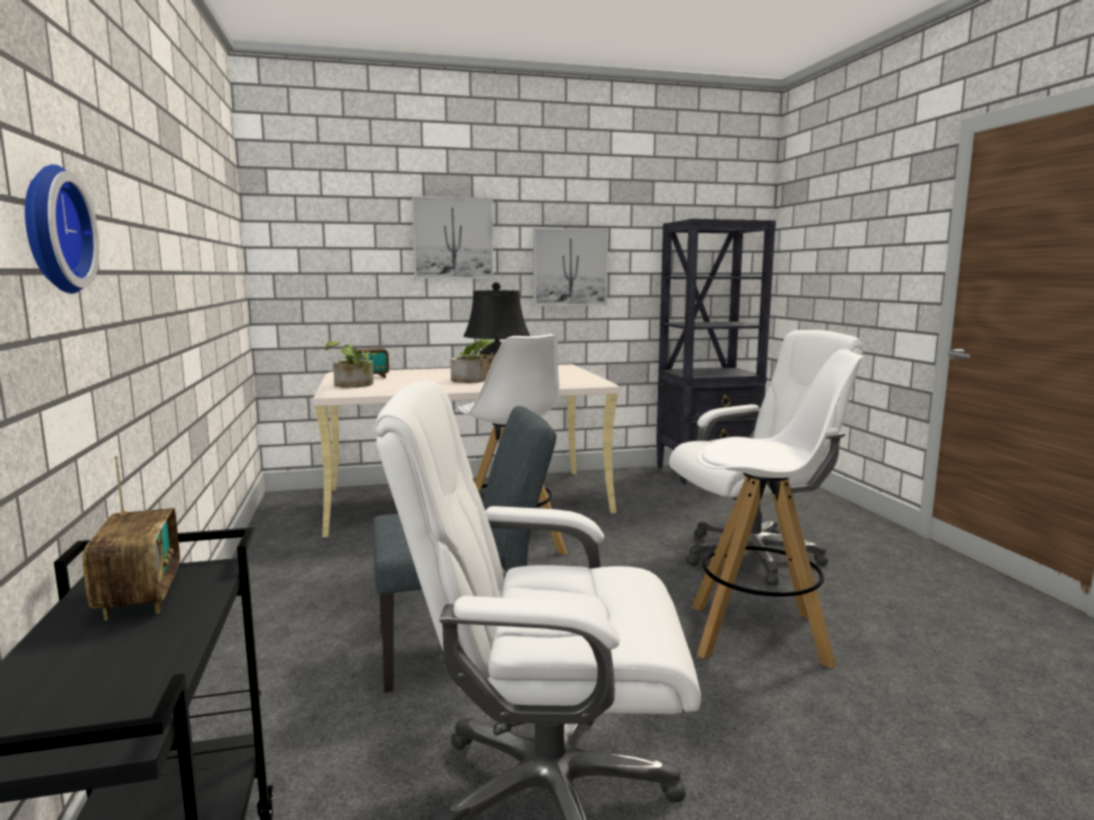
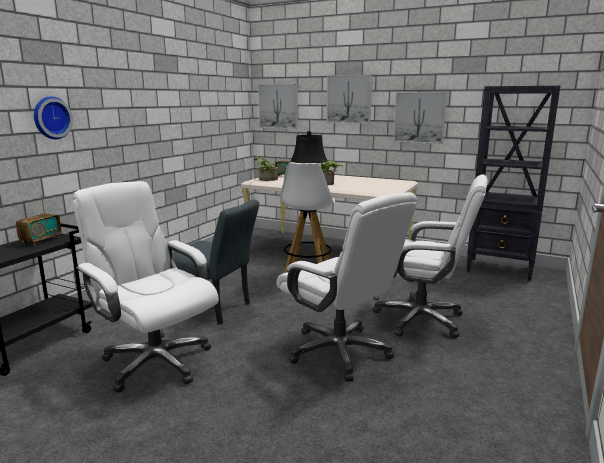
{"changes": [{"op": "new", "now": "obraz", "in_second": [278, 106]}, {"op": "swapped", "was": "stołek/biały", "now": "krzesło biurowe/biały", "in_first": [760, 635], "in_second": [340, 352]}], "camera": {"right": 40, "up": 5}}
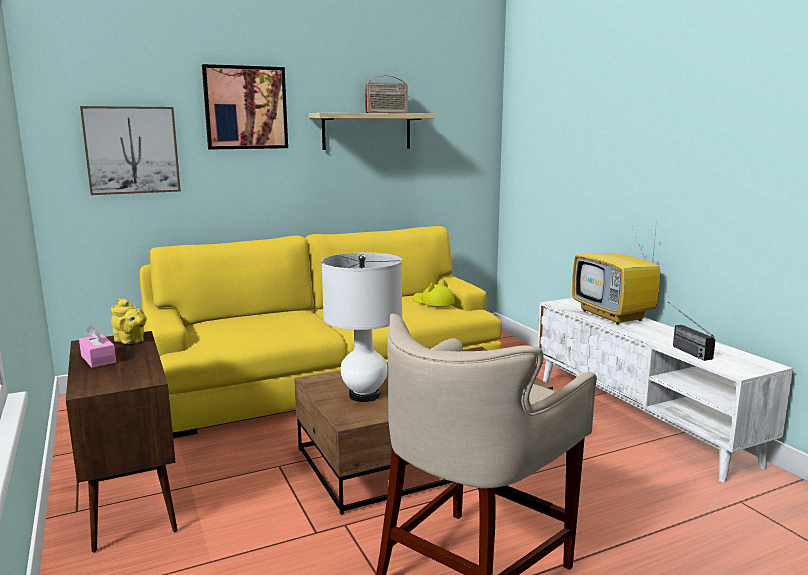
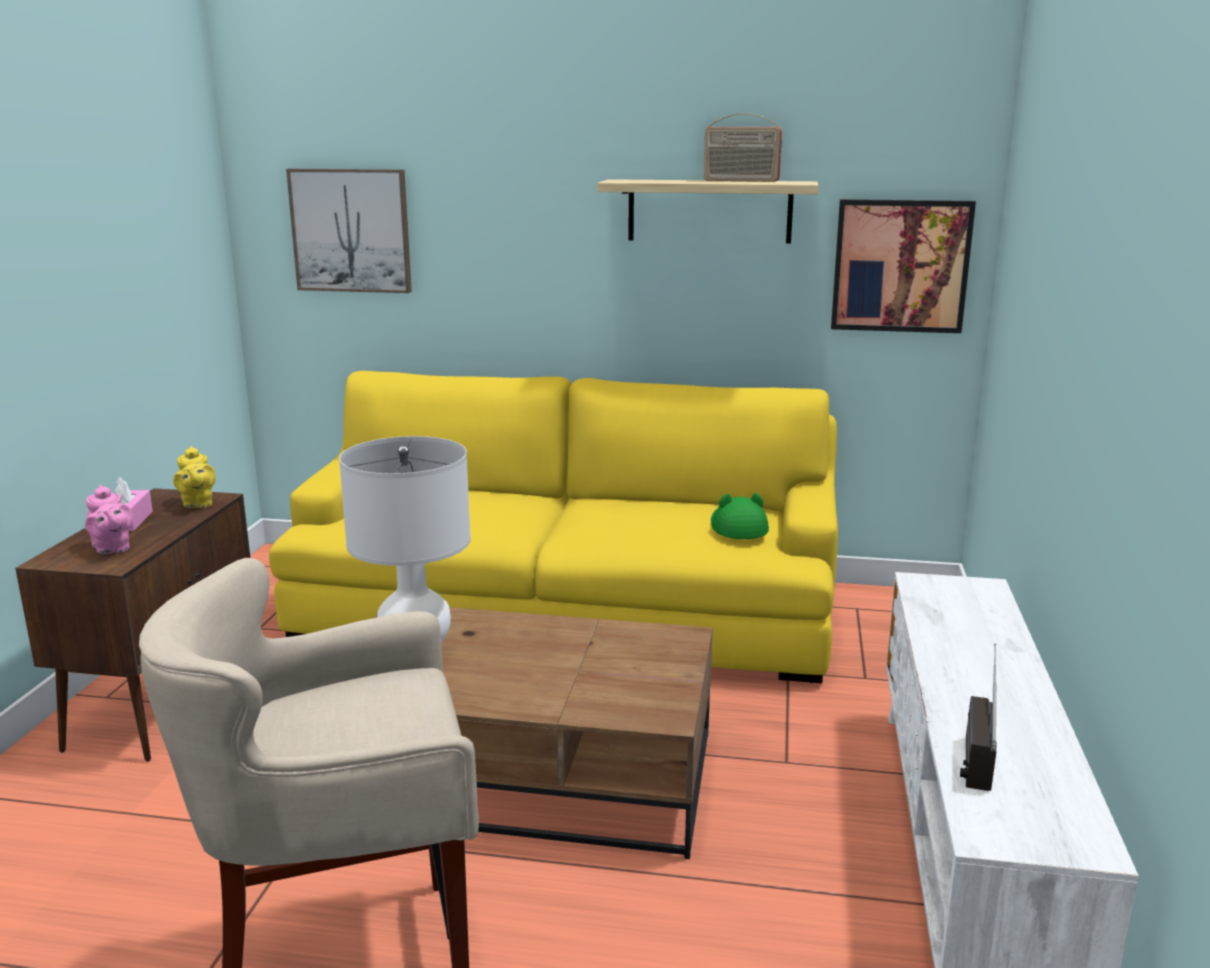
{"changes": [{"op": "gone", "was": "telewizor", "in_first": [614, 316]}, {"op": "new", "now": "imbryk/różowy", "in_second": [112, 548]}, {"op": "shifted", "was": "obraz", "in_first": [245, 108], "in_second": [900, 266]}, {"op": "repainted", "was": "kapelusz/żółty", "now": "kapelusz/zielony", "in_first": [433, 302], "in_second": [737, 526]}], "camera": {"right": 35, "up": 5}}
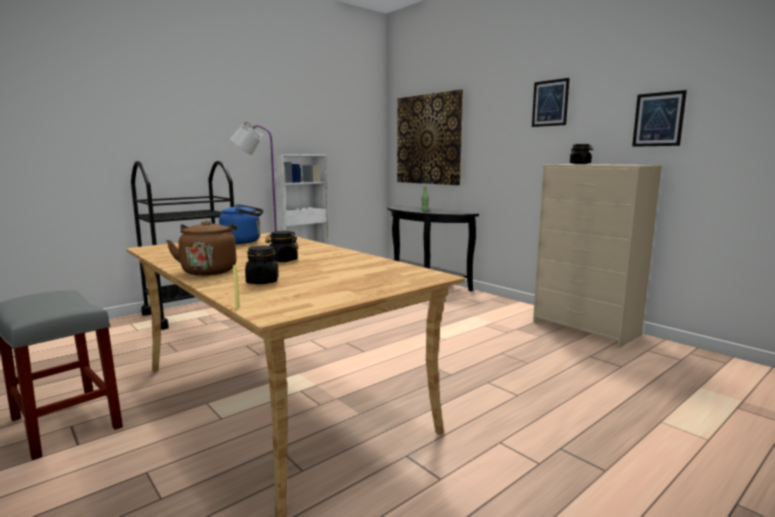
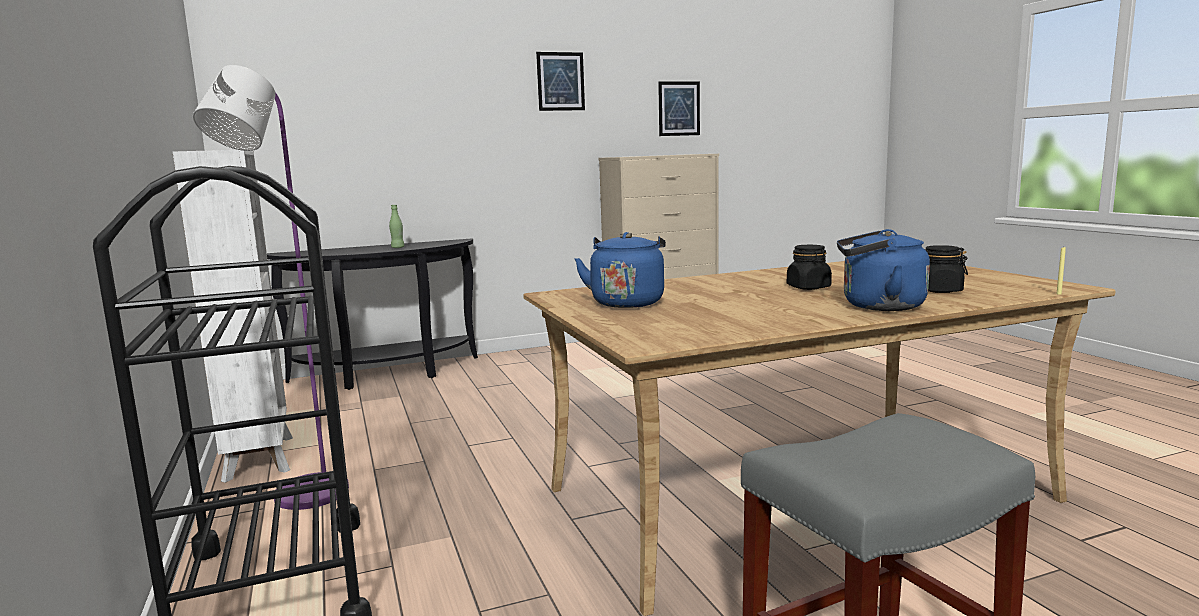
{"changes": [{"op": "gone", "was": "obraz", "in_first": [428, 139]}, {"op": "gone", "was": "słoik/czarny", "in_first": [580, 164]}, {"op": "repainted", "was": "czajnik/brązowy", "now": "czajnik/niebieski", "in_first": [209, 271], "in_second": [877, 306]}], "camera": {"right": -70, "up": 0}}
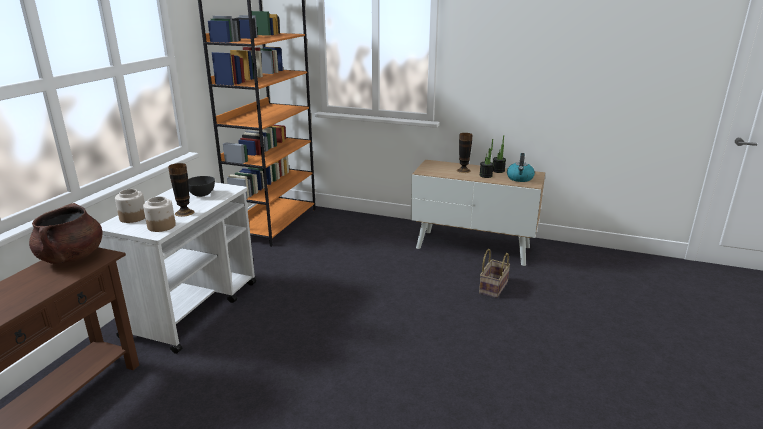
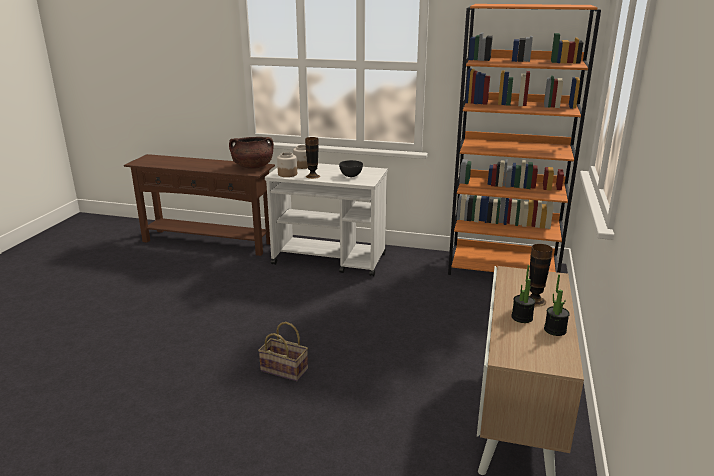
{"changes": [{"op": "gone", "was": "czajnik", "in_first": [520, 178]}, {"op": "shifted", "was": "koszyk", "in_first": [493, 287], "in_second": [285, 369]}], "camera": {"right": 85, "up": 0}}
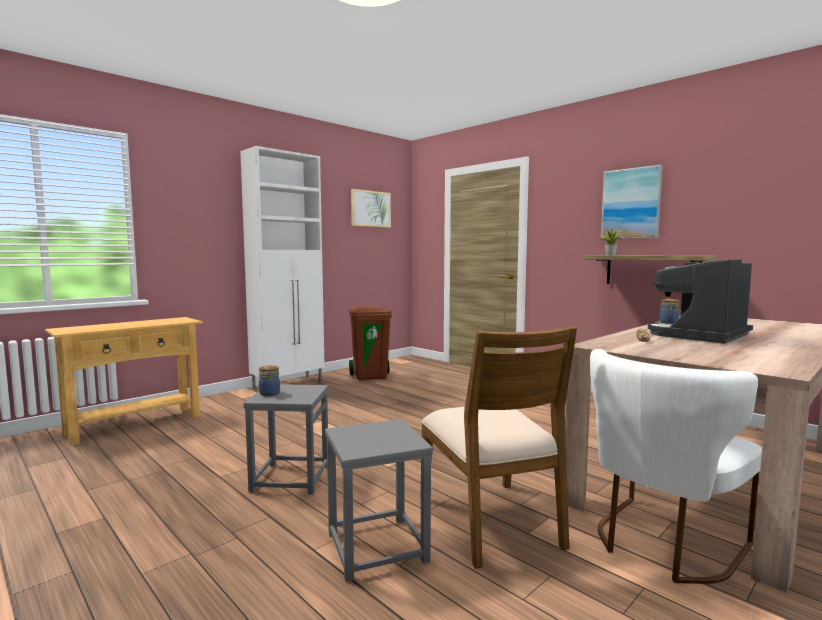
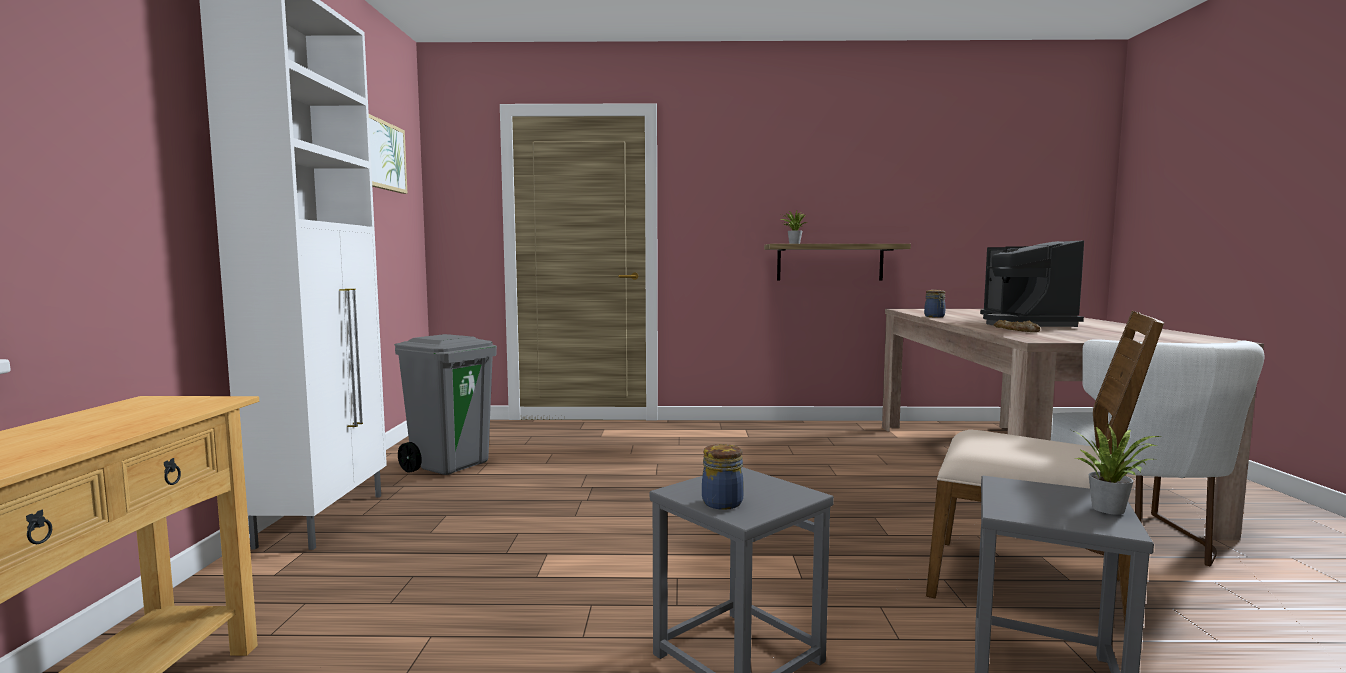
{"changes": [{"op": "gone", "was": "obraz", "in_first": [631, 203]}, {"op": "new", "now": "roślina doniczkowa", "in_second": [1111, 508]}, {"op": "repainted", "was": "kosz na śmieci/brązowy", "now": "kosz na śmieci/szary", "in_first": [370, 376], "in_second": [450, 465]}], "camera": {"right": -45, "up": 0}}
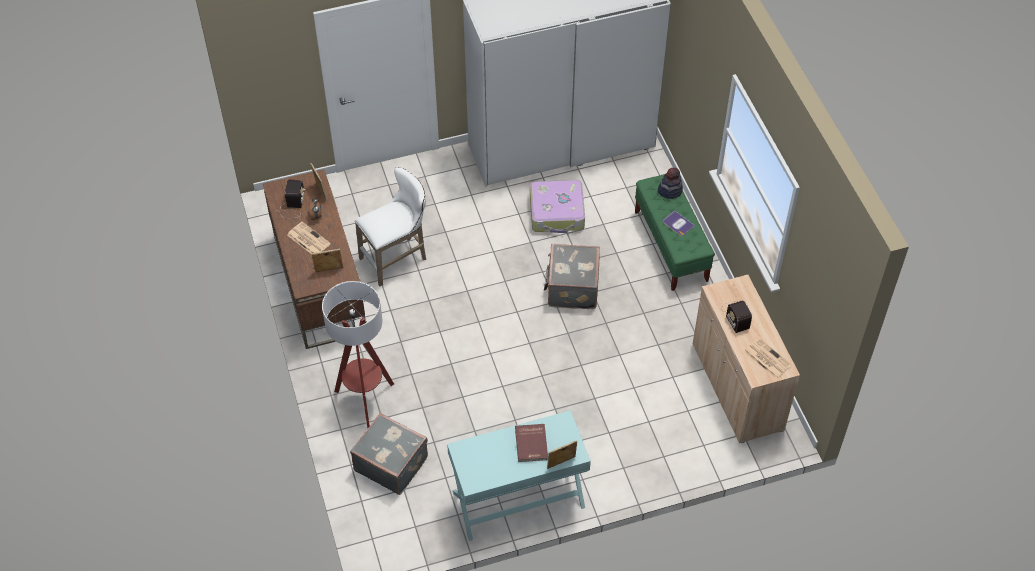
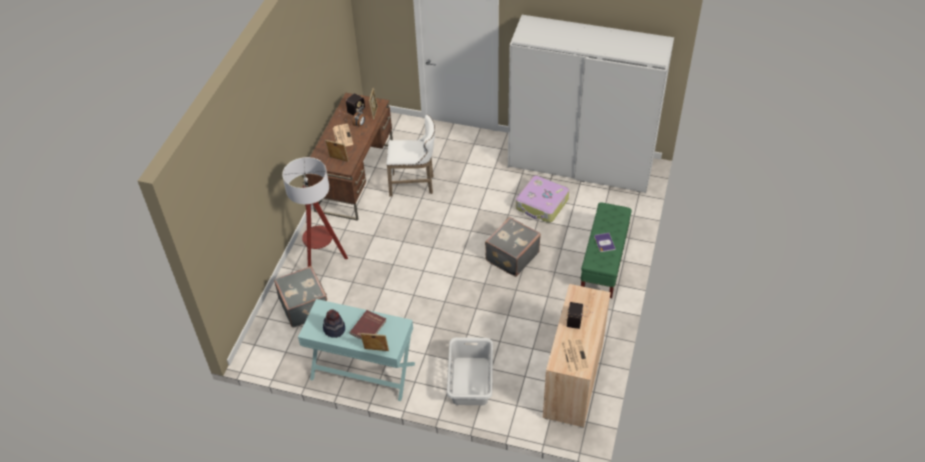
{"changes": [{"op": "new", "now": "kosz na pranie/szary", "in_second": [470, 381]}, {"op": "shifted", "was": "kapelusz", "in_first": [670, 190], "in_second": [334, 329]}], "camera": {"right": 35, "up": -5}}
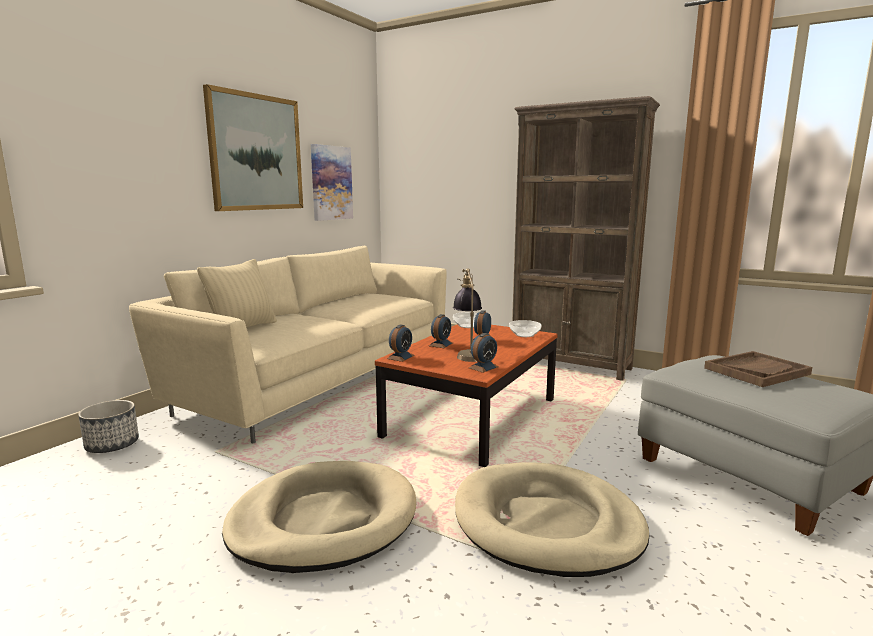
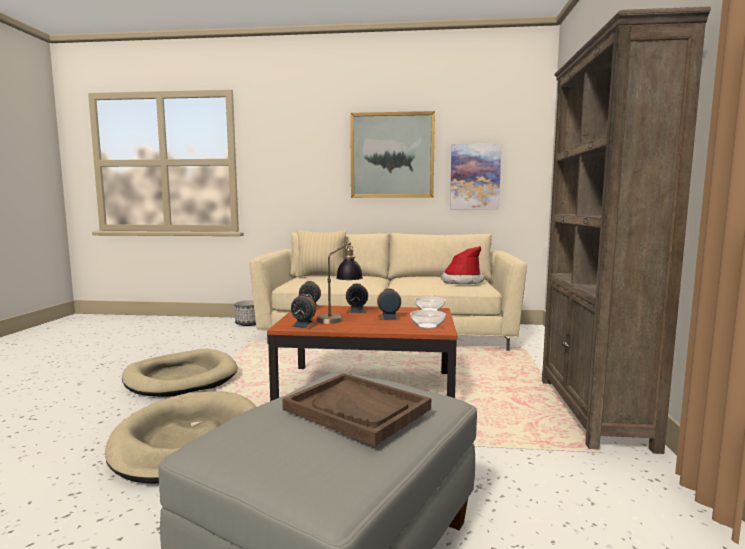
{"changes": [{"op": "new", "now": "kapelusz", "in_second": [462, 281]}], "camera": {"right": 65, "up": -5}}
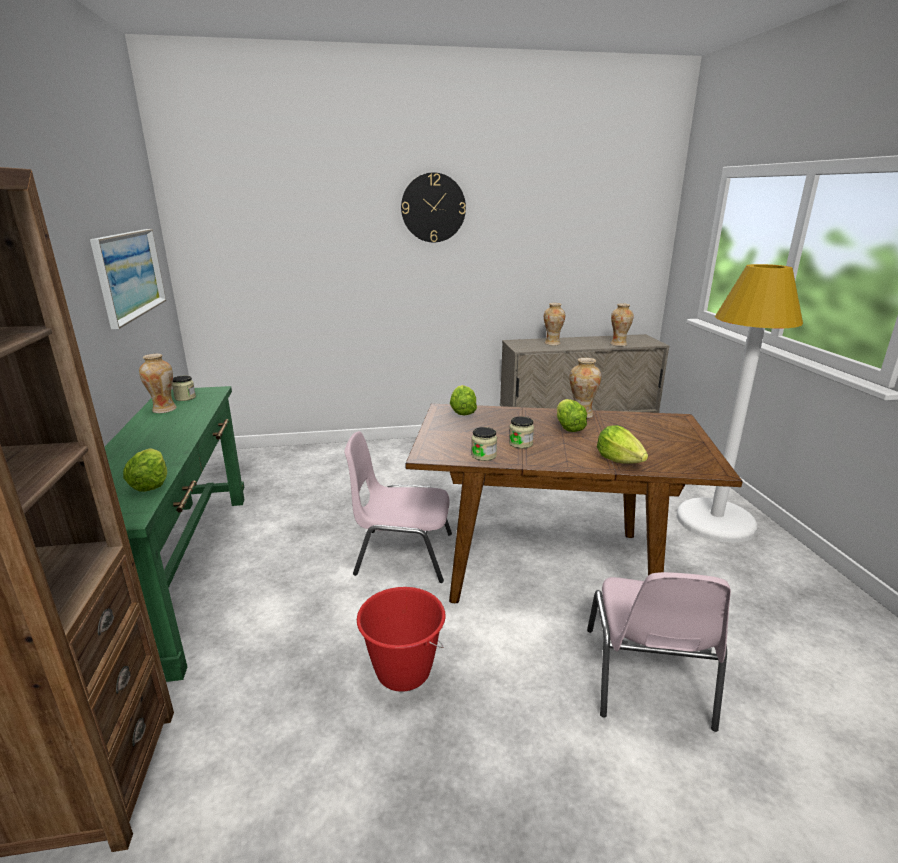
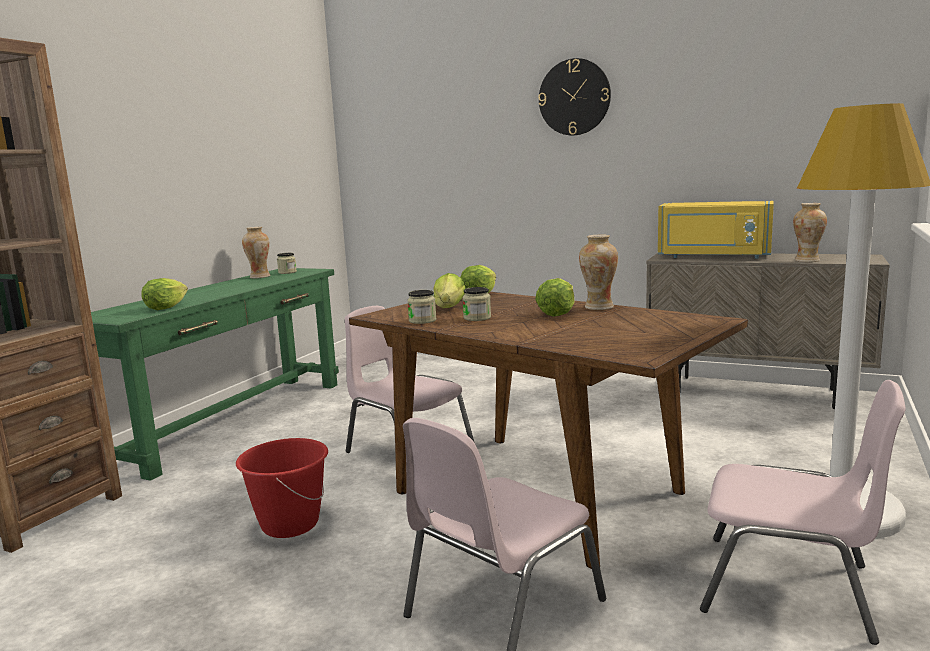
{"changes": [{"op": "gone", "was": "obraz", "in_first": [129, 274]}, {"op": "new", "now": "krzesło/różowy", "in_second": [789, 588]}, {"op": "shifted", "was": "sałata", "in_first": [619, 460], "in_second": [449, 308]}, {"op": "swapped", "was": "wazon", "now": "mikrofalówka/żółty", "in_first": [552, 343], "in_second": [713, 256]}], "camera": {"right": 35, "up": -10}}
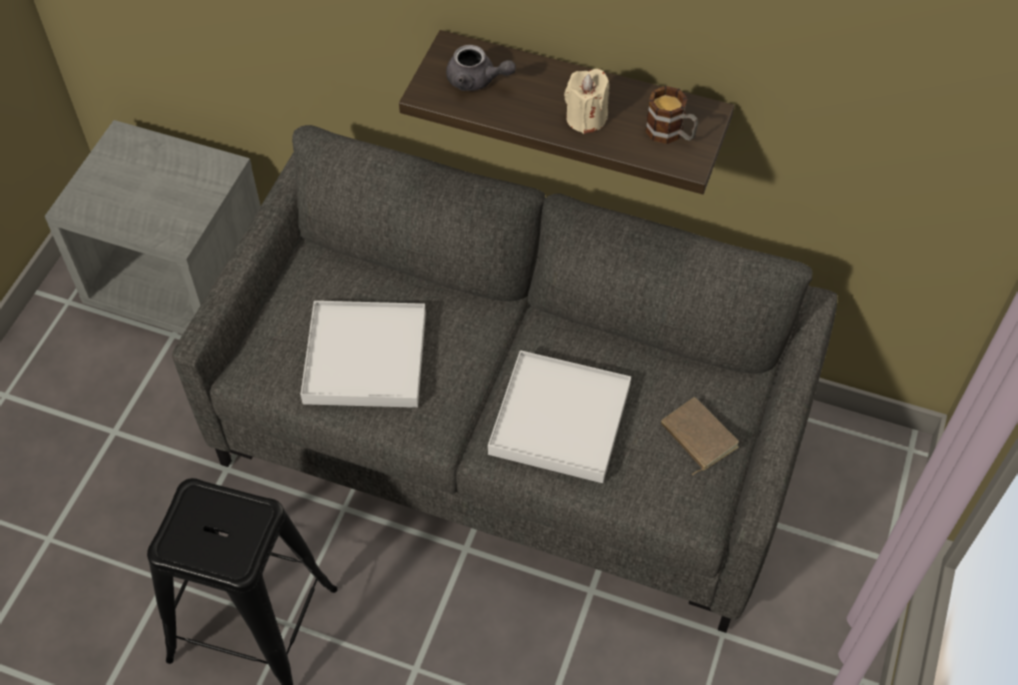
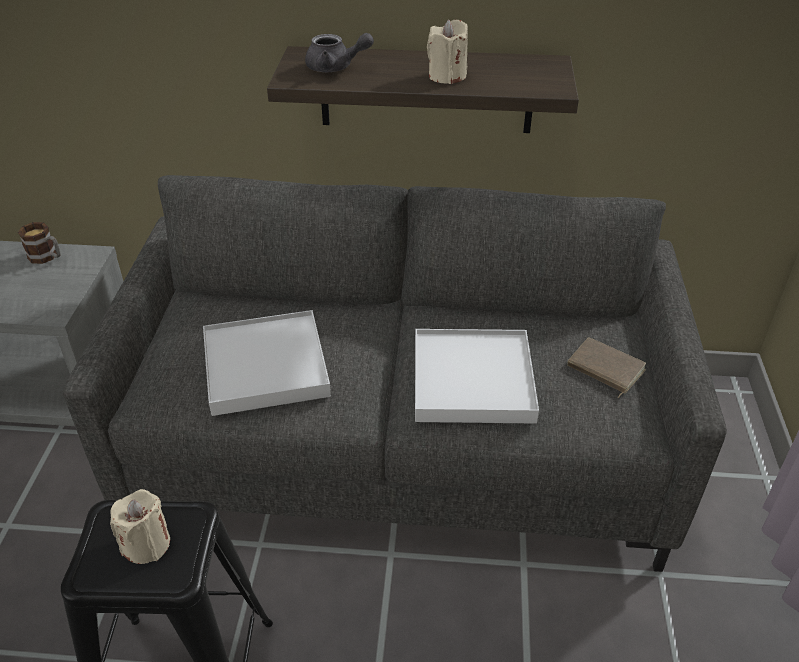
{"changes": [{"op": "new", "now": "świeca/beżowy", "in_second": [146, 544]}, {"op": "shifted", "was": "kubek", "in_first": [671, 134], "in_second": [47, 257]}], "camera": {"right": -15, "up": -15}}
